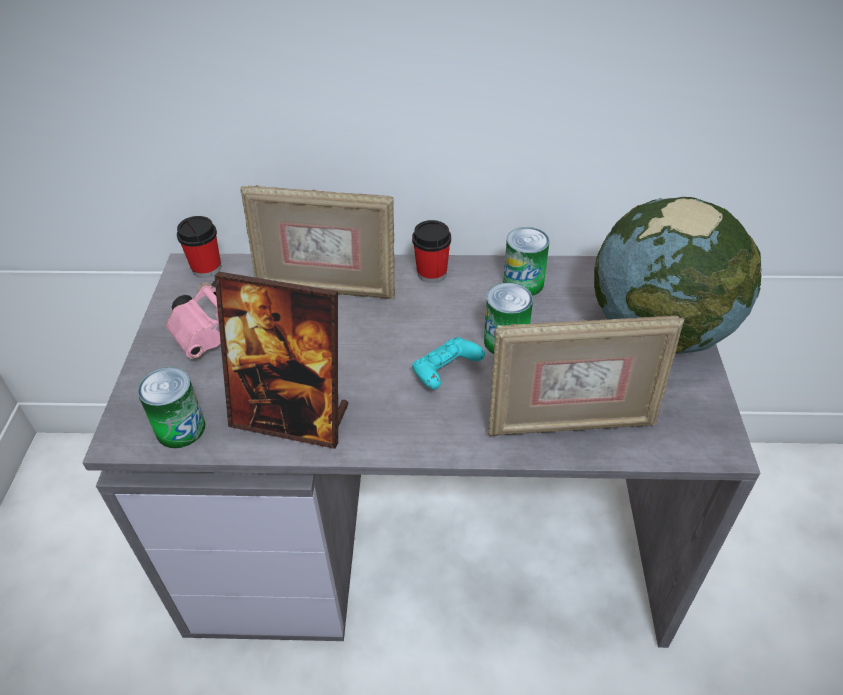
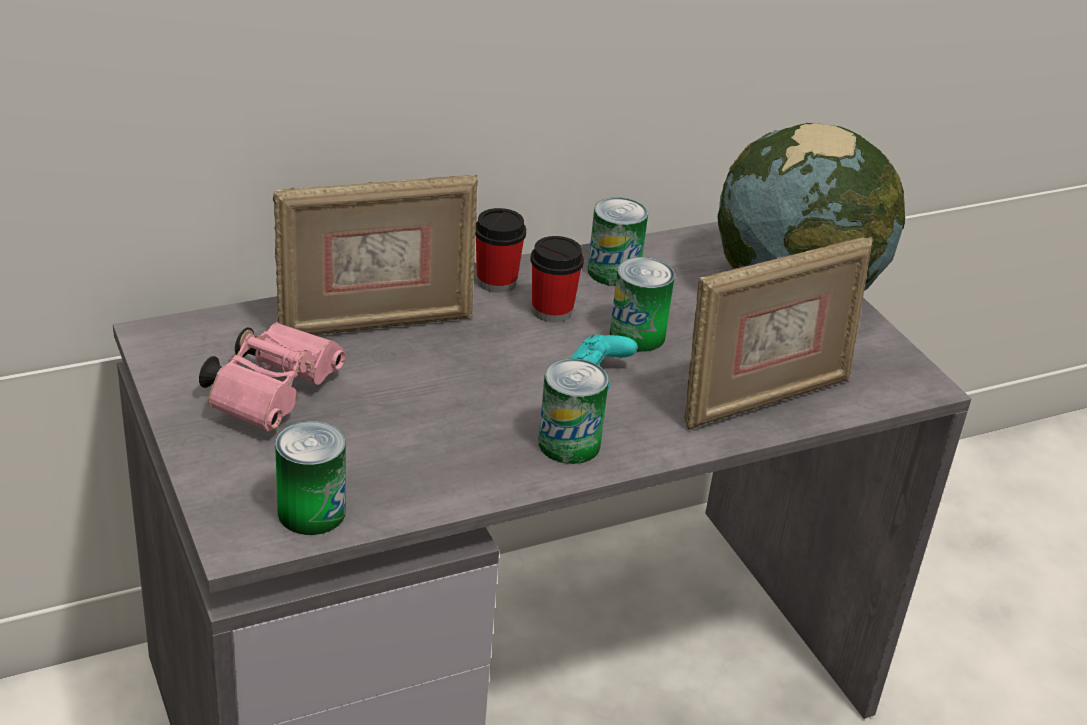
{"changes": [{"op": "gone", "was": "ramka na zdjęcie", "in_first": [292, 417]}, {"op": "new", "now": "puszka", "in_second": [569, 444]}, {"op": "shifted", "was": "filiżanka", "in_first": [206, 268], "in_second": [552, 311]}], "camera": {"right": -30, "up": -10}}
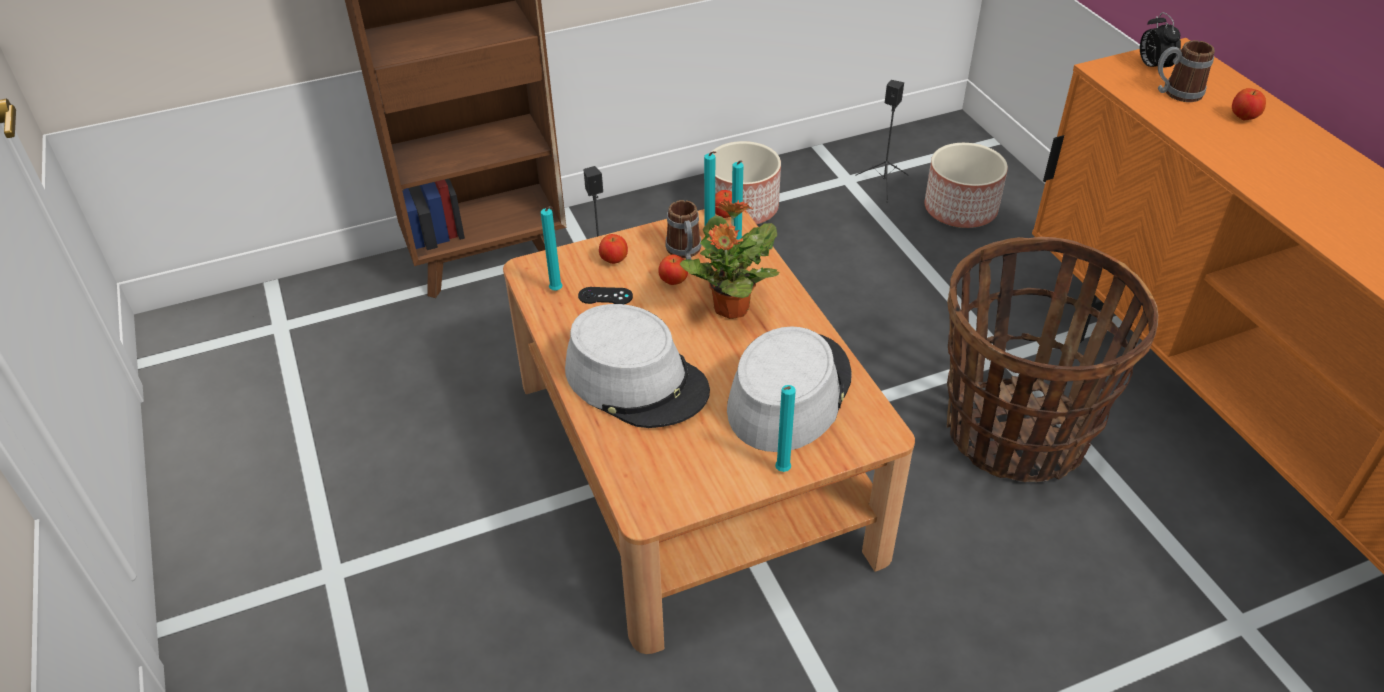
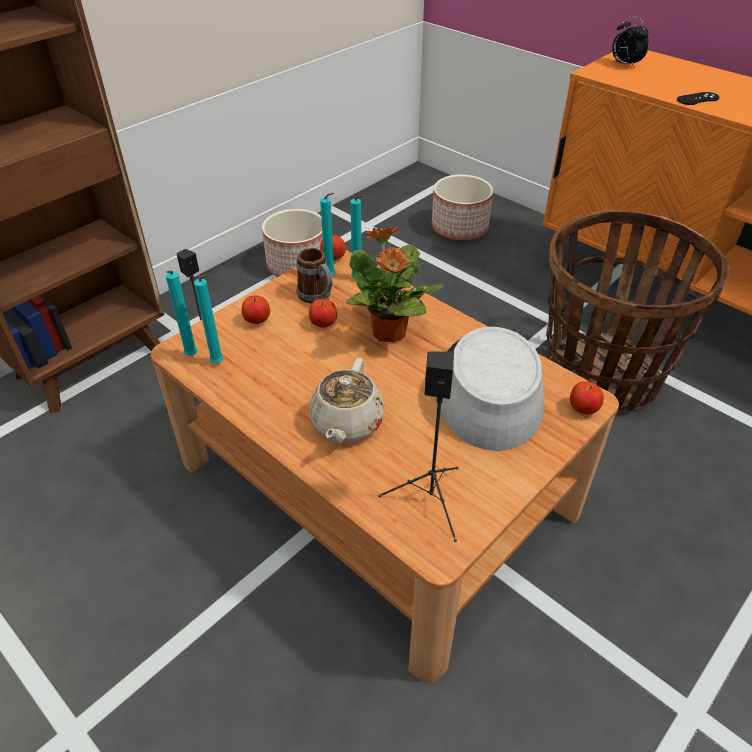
{"changes": [{"op": "gone", "was": "kubek", "in_first": [1175, 93]}, {"op": "shifted", "was": "pad do gier/czarny", "in_first": [605, 296], "in_second": [698, 99]}, {"op": "shifted", "was": "świeca/turkusowy", "in_first": [781, 472], "in_second": [190, 357]}, {"op": "shifted", "was": "głośnik/czarny", "in_first": [884, 183], "in_second": [430, 499]}, {"op": "shifted", "was": "jabłko", "in_first": [1243, 117], "in_second": [583, 409]}, {"op": "swapped", "was": "kapelusz/szary", "now": "imbryk/beżowy", "in_first": [636, 380], "in_second": [346, 423]}], "camera": {"right": -25, "up": 0}}
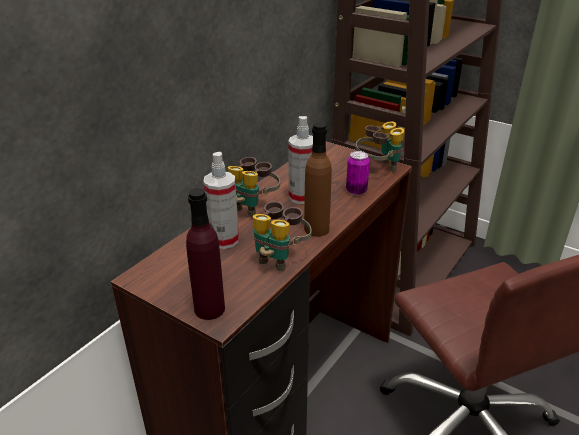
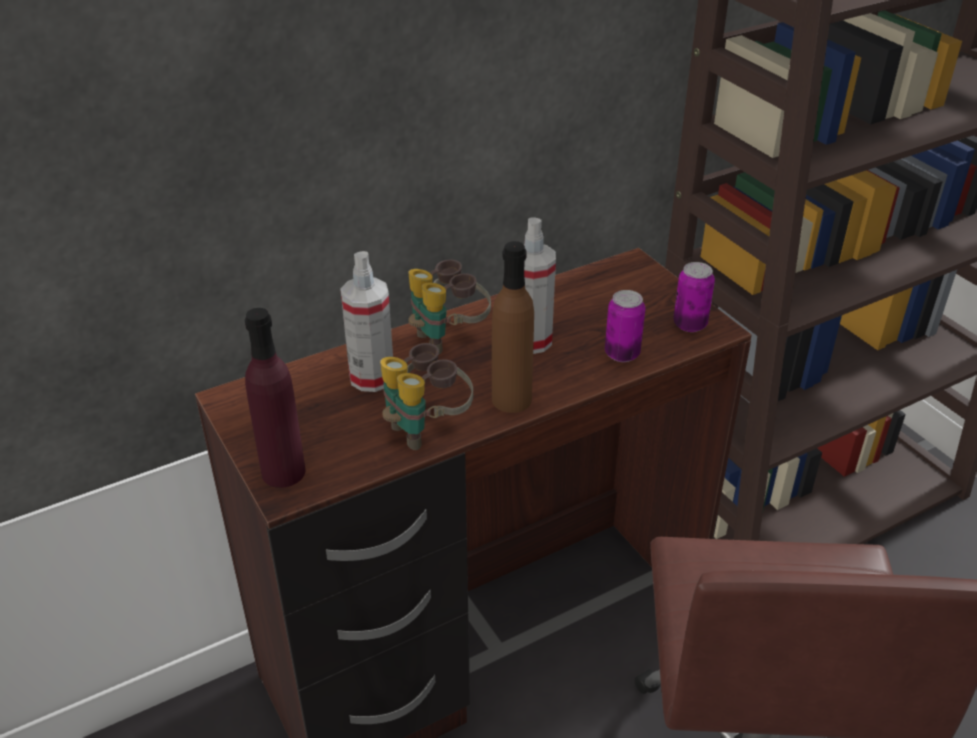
{"changes": [{"op": "swapped", "was": "lornetka", "now": "puszka", "in_first": [378, 169], "in_second": [690, 324]}], "camera": {"right": 25, "up": 5}}
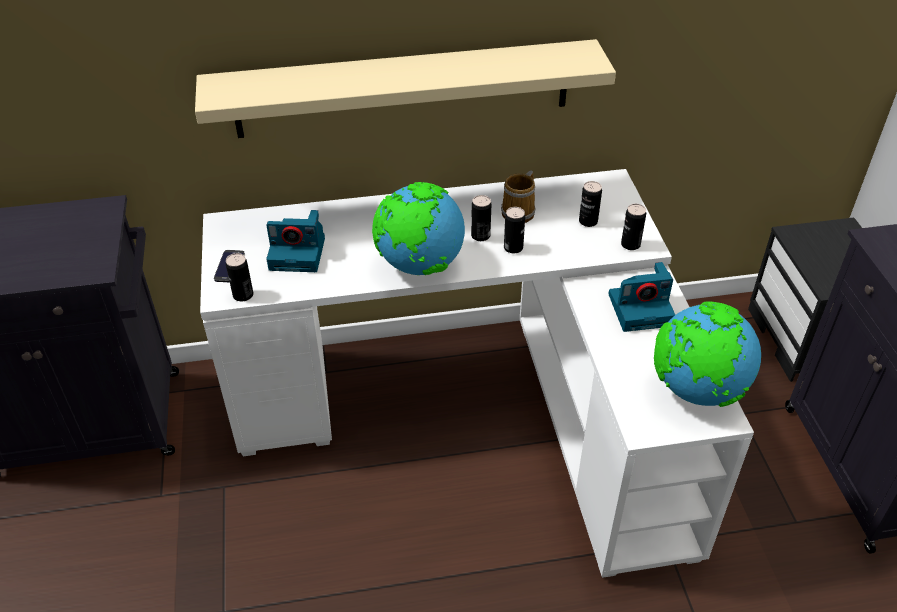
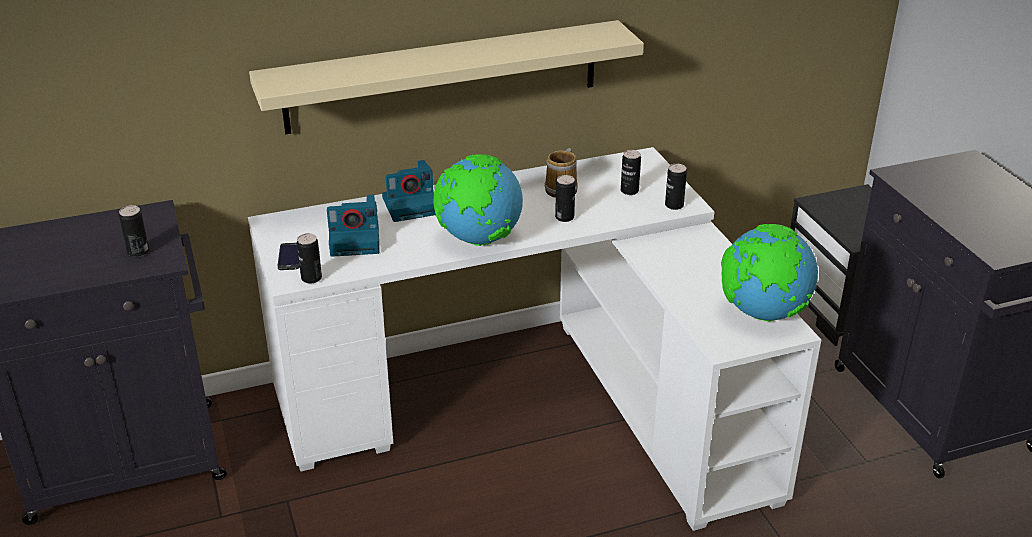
{"changes": [{"op": "shifted", "was": "puszka", "in_first": [480, 236], "in_second": [138, 252]}, {"op": "shifted", "was": "aparat fotograficzny", "in_first": [641, 309], "in_second": [411, 205]}], "camera": {"right": -10, "up": -10}}
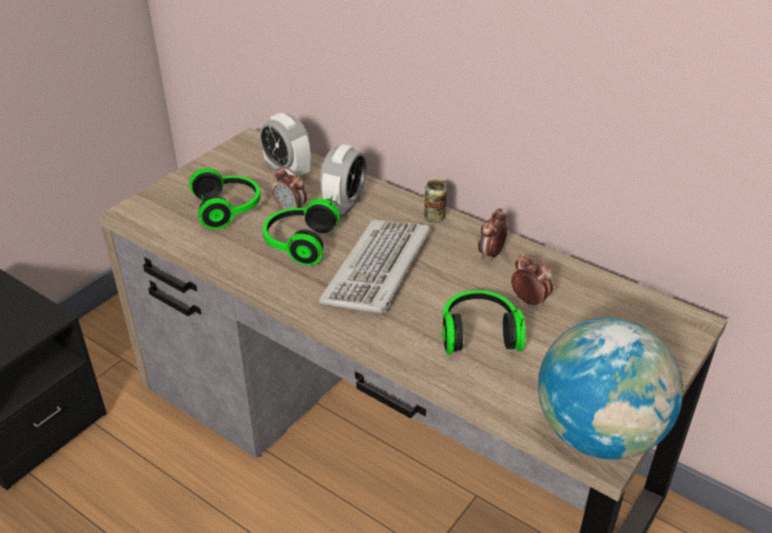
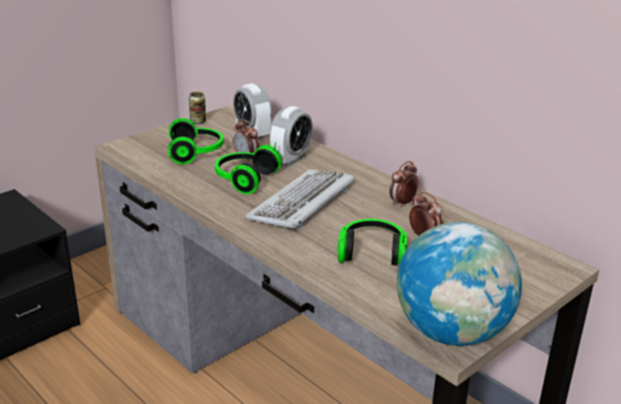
{"changes": [{"op": "shifted", "was": "puszka", "in_first": [434, 218], "in_second": [198, 121]}], "camera": {"right": 10, "up": -10}}
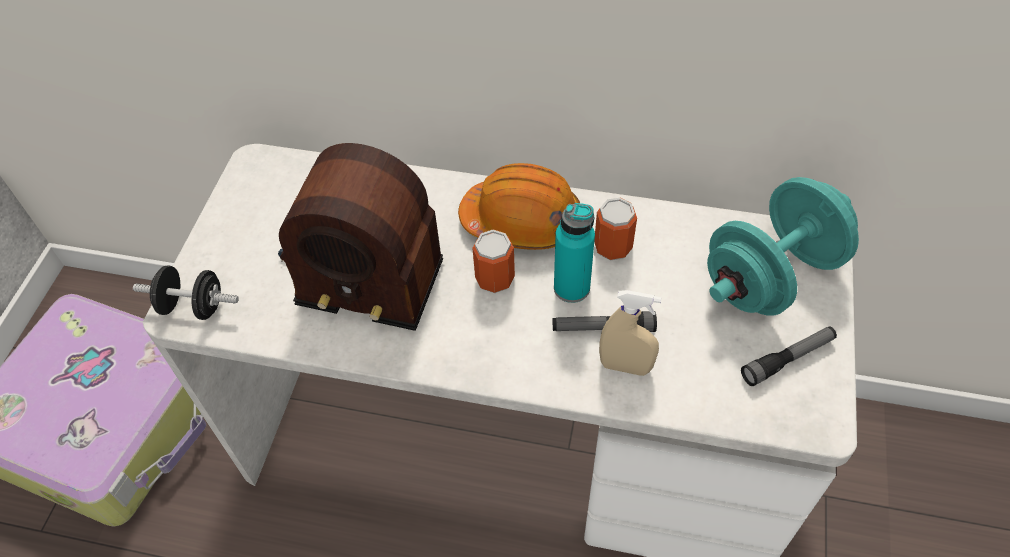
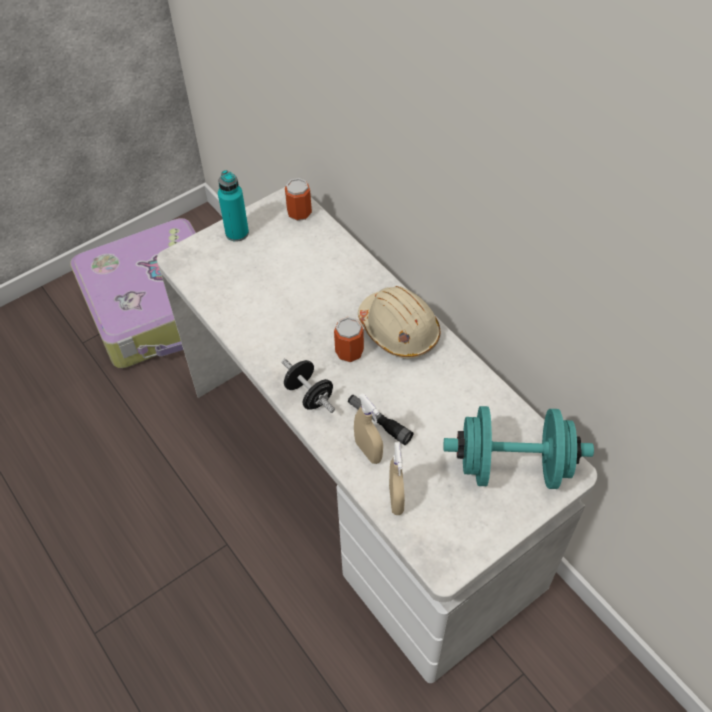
{"changes": [{"op": "gone", "was": "radio", "in_first": [361, 255]}, {"op": "gone", "was": "latarka", "in_first": [788, 359]}, {"op": "new", "now": "spryskiwacz/beżowy", "in_second": [396, 499]}, {"op": "shifted", "was": "hantel/czarny", "in_first": [193, 306], "in_second": [309, 395]}, {"op": "shifted", "was": "butelka/turkusowy", "in_first": [571, 288], "in_second": [237, 233]}, {"op": "shifted", "was": "puszka", "in_first": [613, 247], "in_second": [299, 213]}, {"op": "repainted", "was": "kask/pomarańczowy", "now": "kask/beżowy", "in_first": [522, 221], "in_second": [399, 330]}], "camera": {"right": 40, "up": 0}}
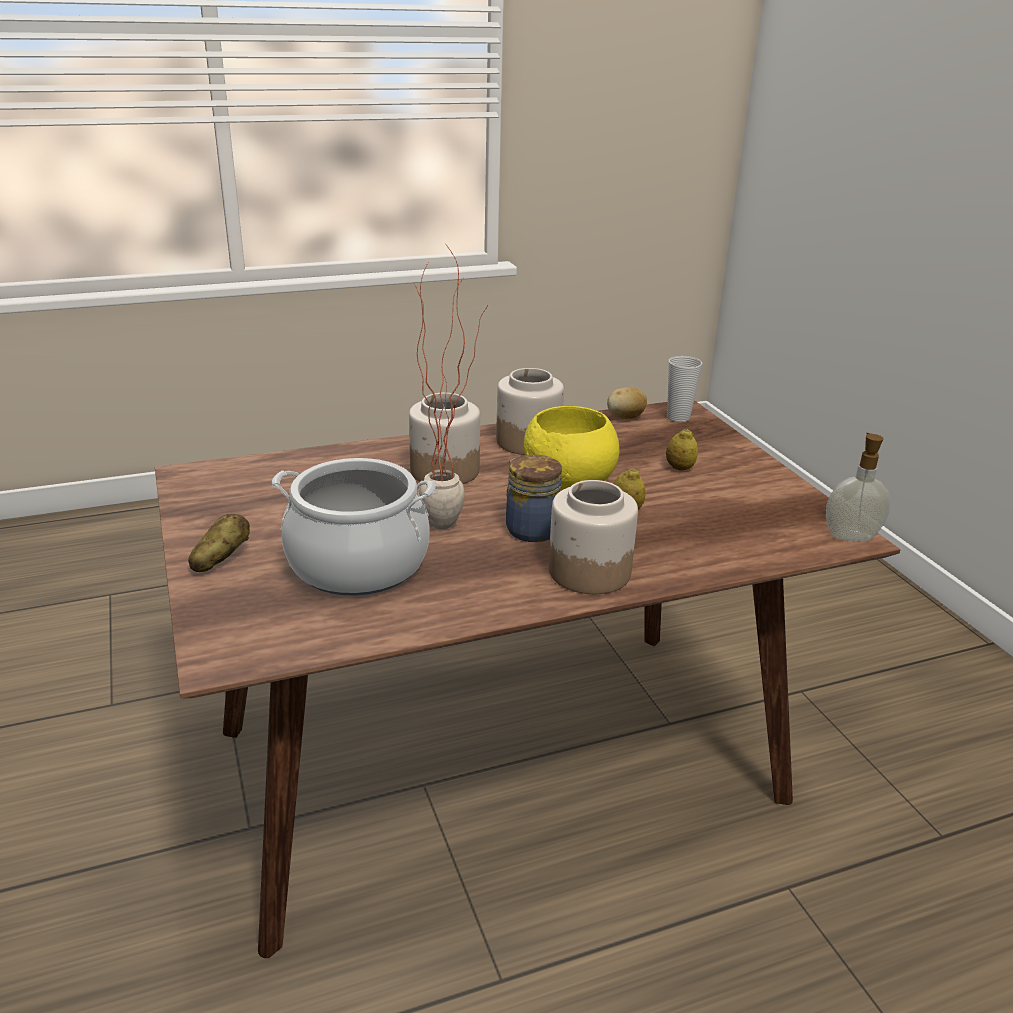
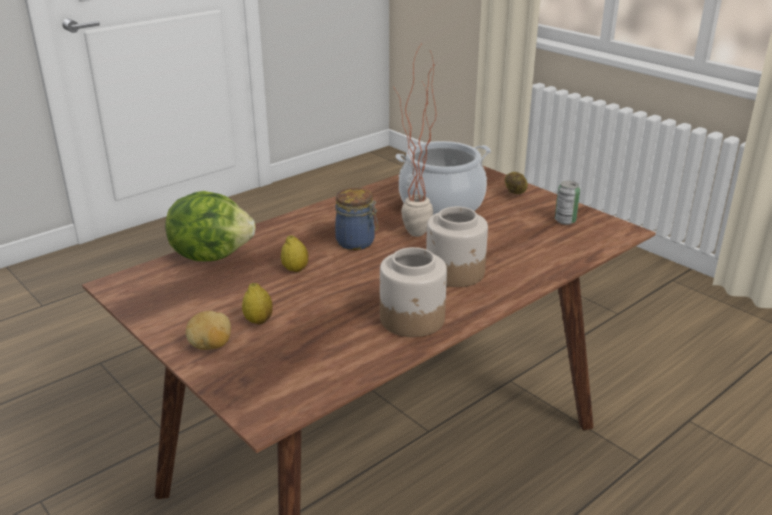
{"changes": [{"op": "gone", "was": "miska/żółty", "in_first": [567, 481]}, {"op": "gone", "was": "słoik", "in_first": [588, 571]}, {"op": "gone", "was": "filiżanka", "in_first": [678, 417]}, {"op": "gone", "was": "dozownik mydła", "in_first": [850, 536]}, {"op": "new", "now": "sałata", "in_second": [212, 255]}, {"op": "new", "now": "puszka", "in_second": [565, 221]}, {"op": "shifted", "was": "ziemniak", "in_first": [625, 417], "in_second": [210, 346]}], "camera": {"right": 160, "up": 0}}
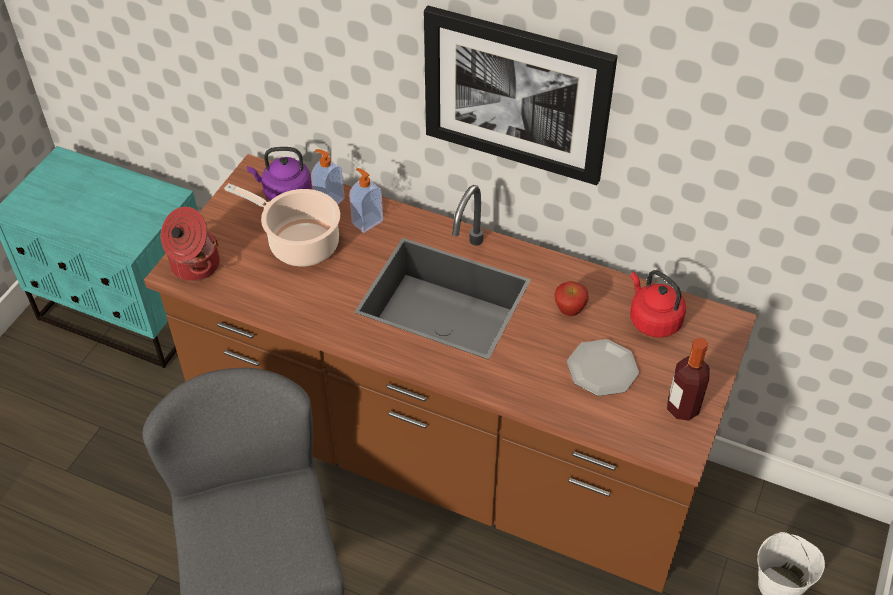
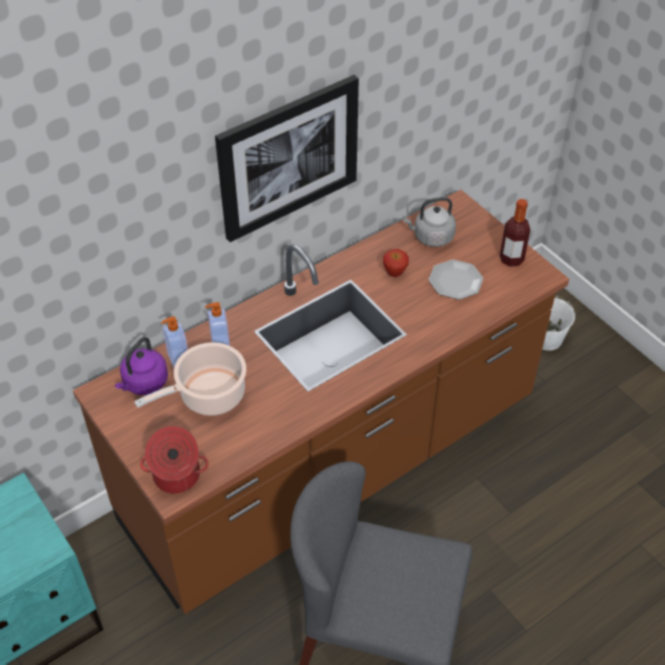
{"changes": [{"op": "repainted", "was": "czajnik/czerwony", "now": "czajnik/szary", "in_first": [652, 320], "in_second": [431, 237]}], "camera": {"right": -60, "up": 0}}
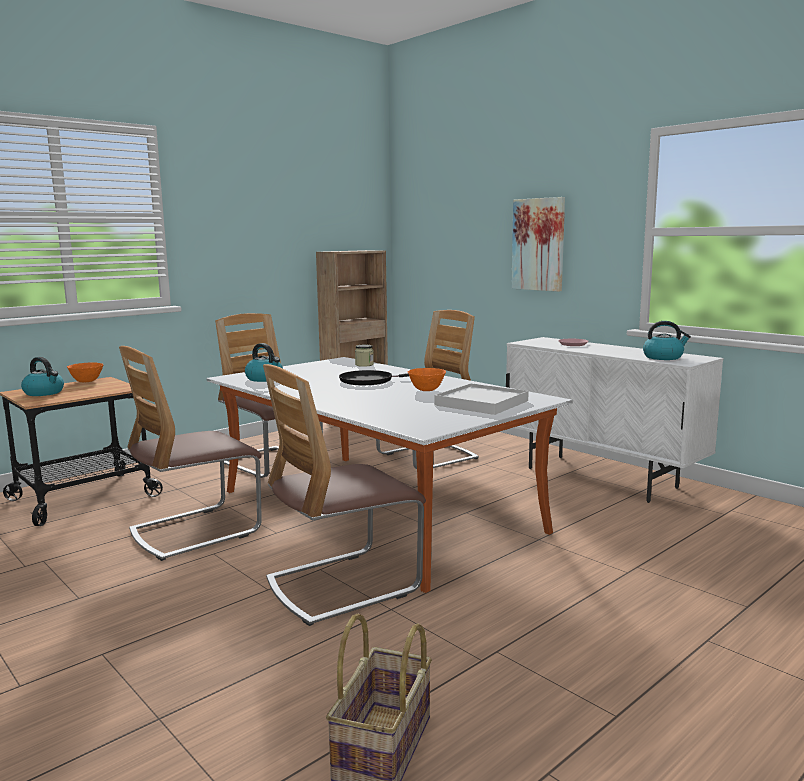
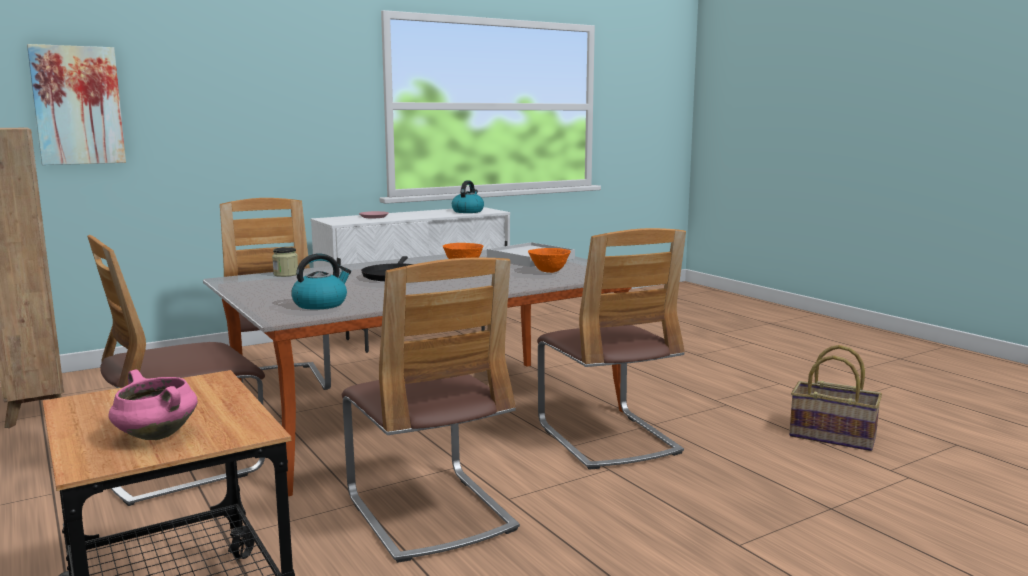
{"changes": [{"op": "shifted", "was": "miska/pomarańczowy", "in_first": [87, 381], "in_second": [548, 272]}, {"op": "shifted", "was": "obraz", "in_first": [538, 244], "in_second": [77, 105]}, {"op": "swapped", "was": "czajnik", "now": "garnek/różowy", "in_first": [44, 393], "in_second": [155, 436]}], "camera": {"right": -80, "up": 0}}
